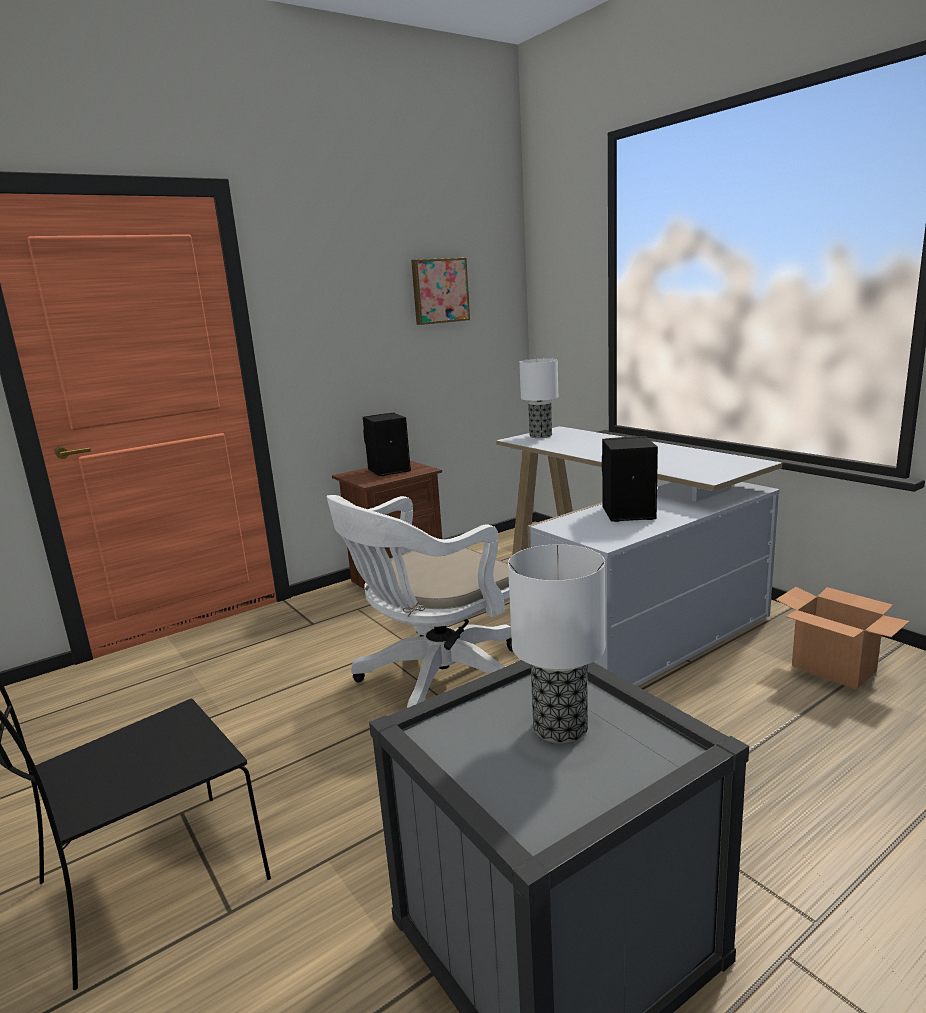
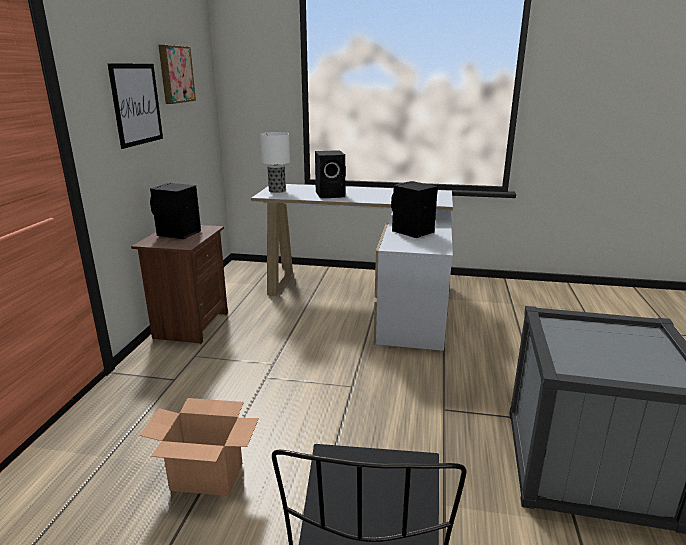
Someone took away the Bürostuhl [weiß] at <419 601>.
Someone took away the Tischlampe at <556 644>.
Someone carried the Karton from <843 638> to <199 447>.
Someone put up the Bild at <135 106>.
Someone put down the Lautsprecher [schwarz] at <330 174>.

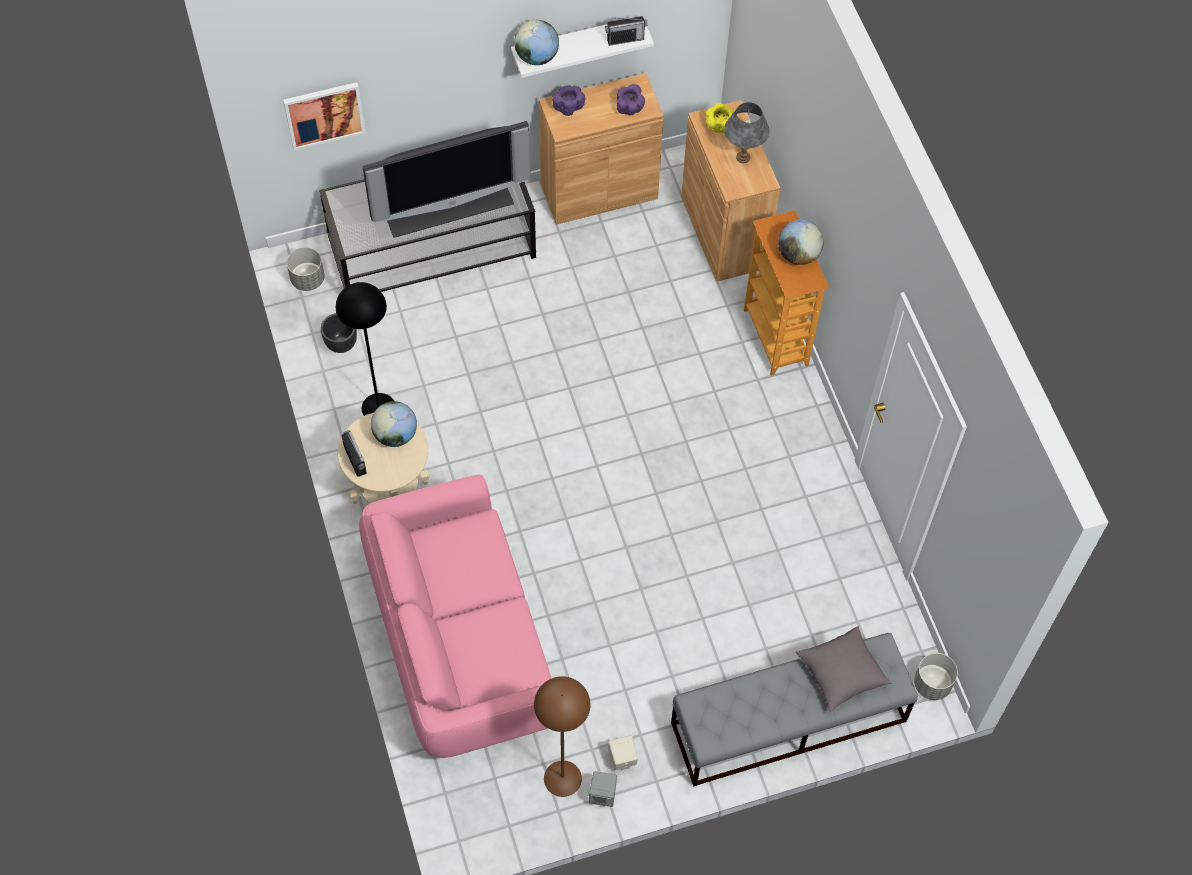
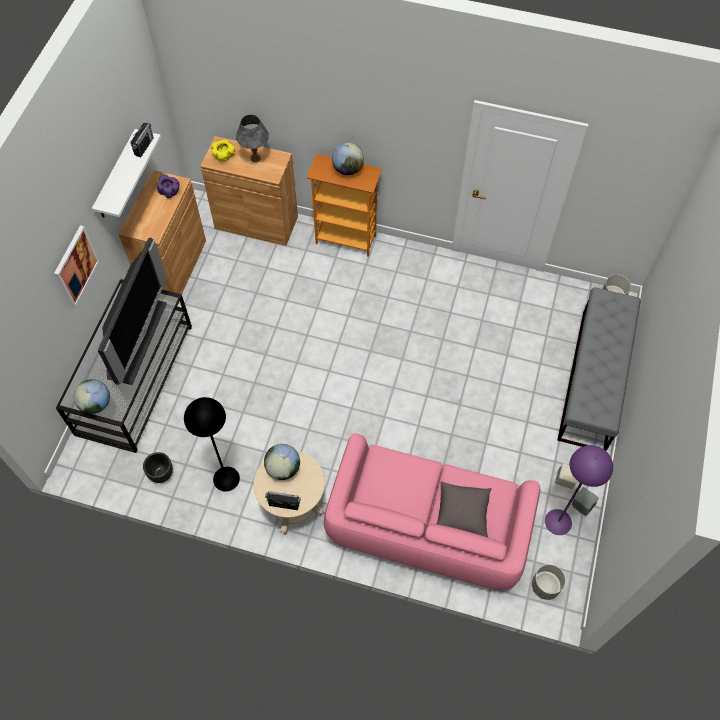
Someone carried the Globus from <536 42> to <92 396>.
Someone carried the Bild from <324 116> to <76 266>.
Someone took away the Schüssel [lila] at <568 100>.
Someone carried the Pflanzkübel [grau] from <305 269> to <549 582>.
Someone carried the Kissen [grau] from <843 669> to <464 509>.
Someone repainted the Stehlampe [braun] at <562 736>, which became the Stehlampe [lila] at <579 490>.

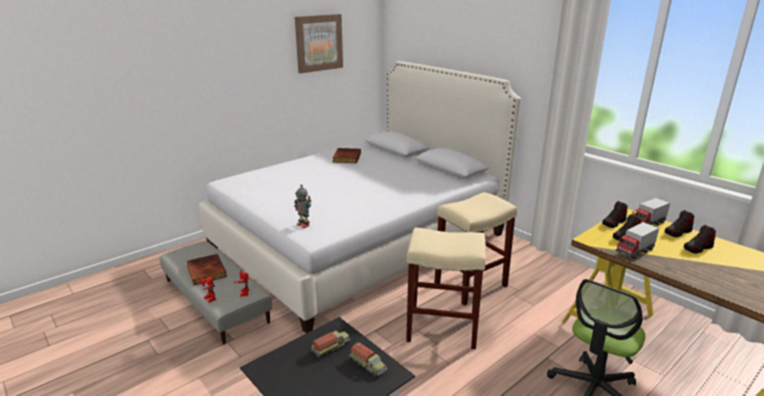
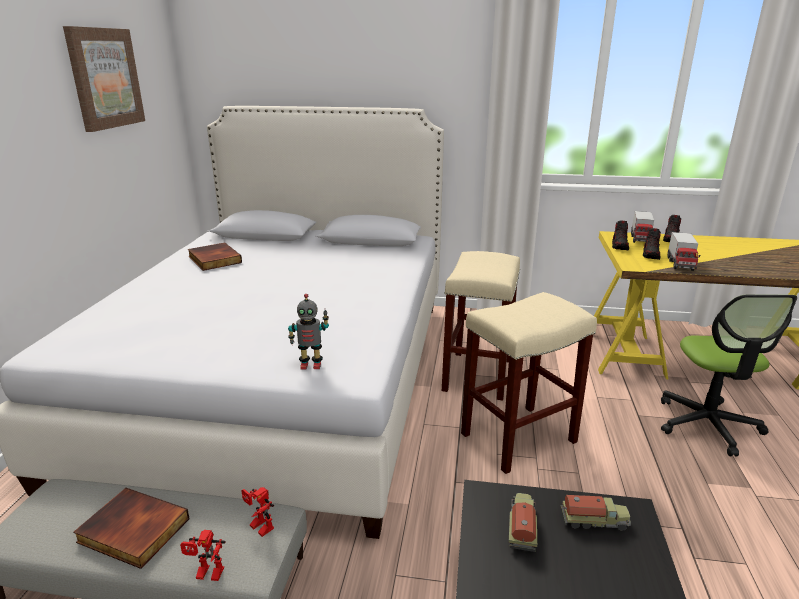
Someone took away the Schuh at <700 239>.

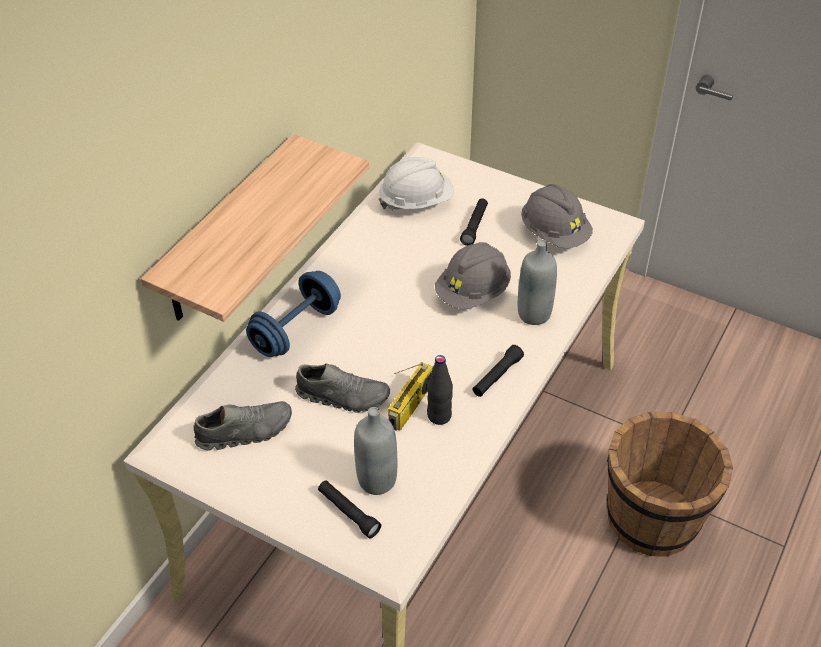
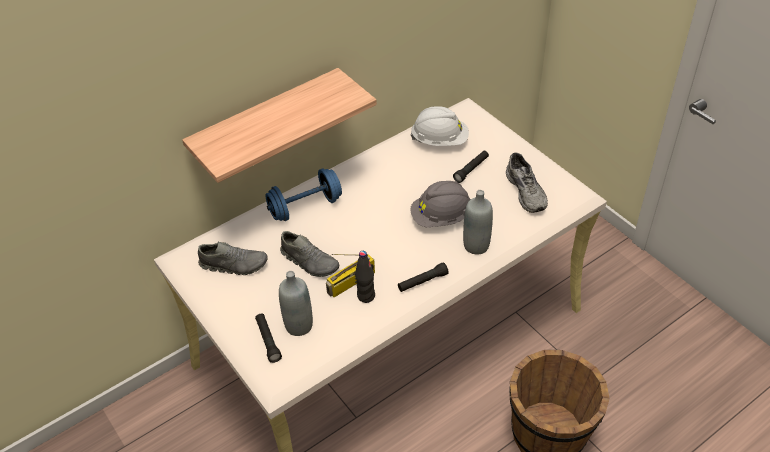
Someone swapped the Schutzhelm [grau] at <557 216> for the Schuh [grau] at <527 182>.

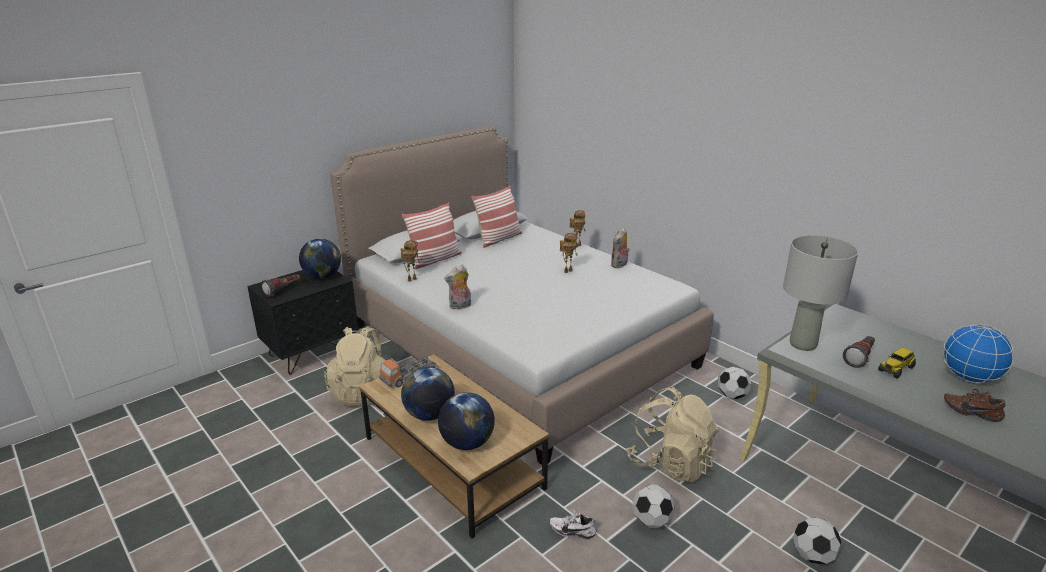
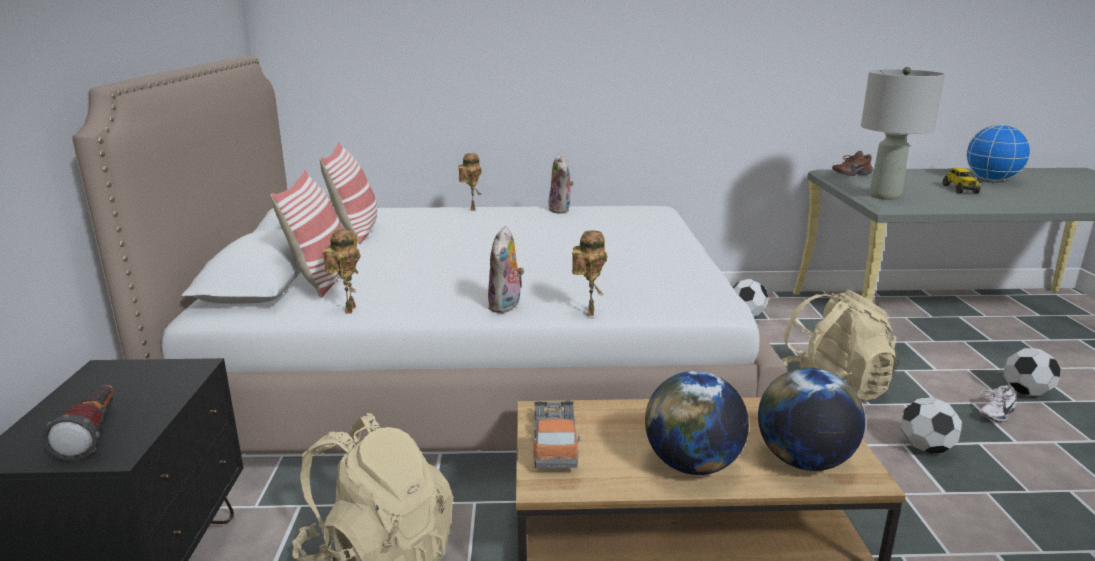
Someone carried the Spielzeugroboter from <569 253> to <589 273>.
Someone took away the Globus at <320 258>.
Someone took away the Taschenlampe at <859 352>.
Someone carried the Schuh [braun] from <975 405> to <852 163>.
Someone carried the Schuh [weiß] from <573 524> to <997 403>.

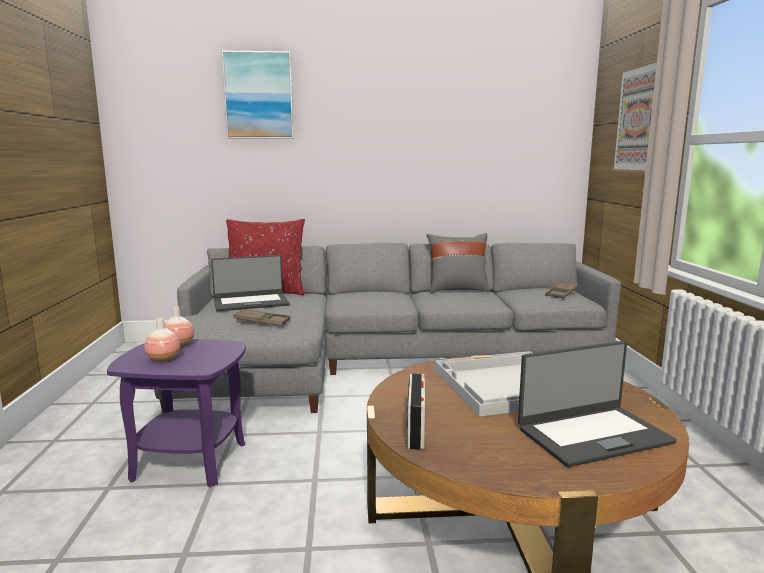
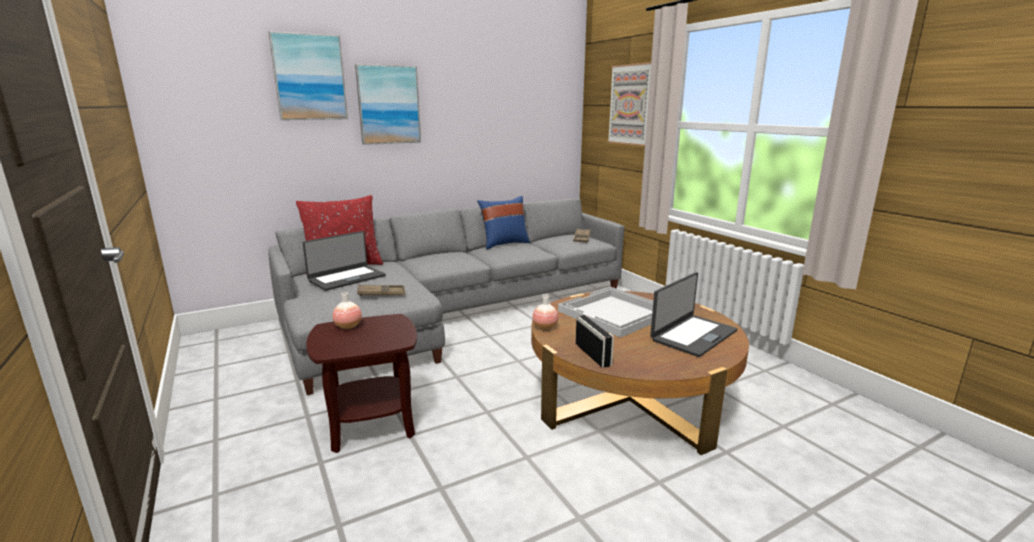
Someone repainted the Kissen [grau] at <457 263>, which became the Kissen [blau] at <503 222>.
Someone carried the Vase from <162 340> to <545 312>.
Someone repainted the Beistelltisch [lila] at <176 413>, which became the Beistelltisch [braun] at <361 383>.
Someone put up the Bild at <388 104>.

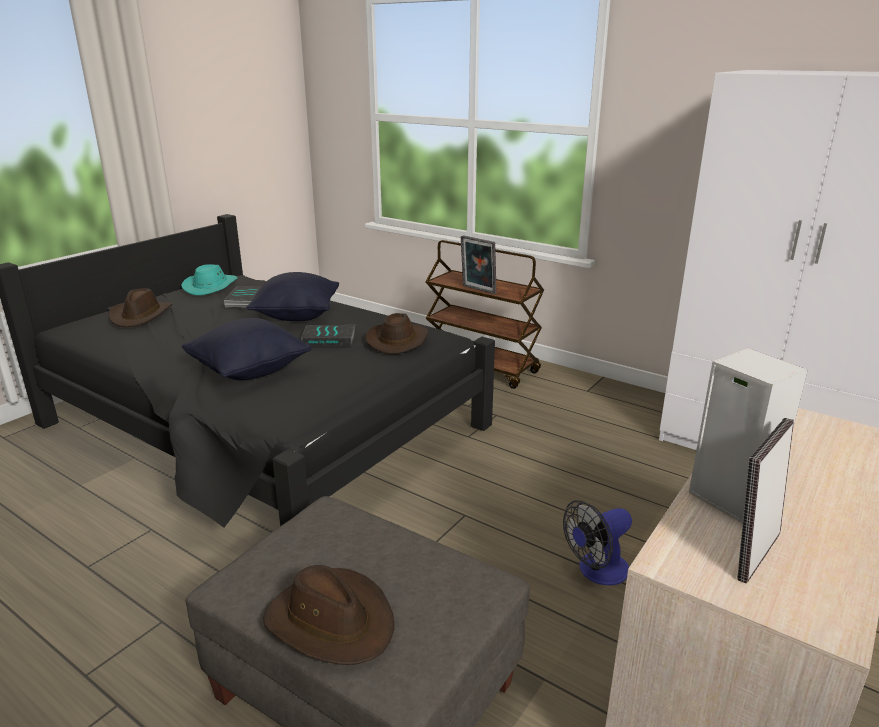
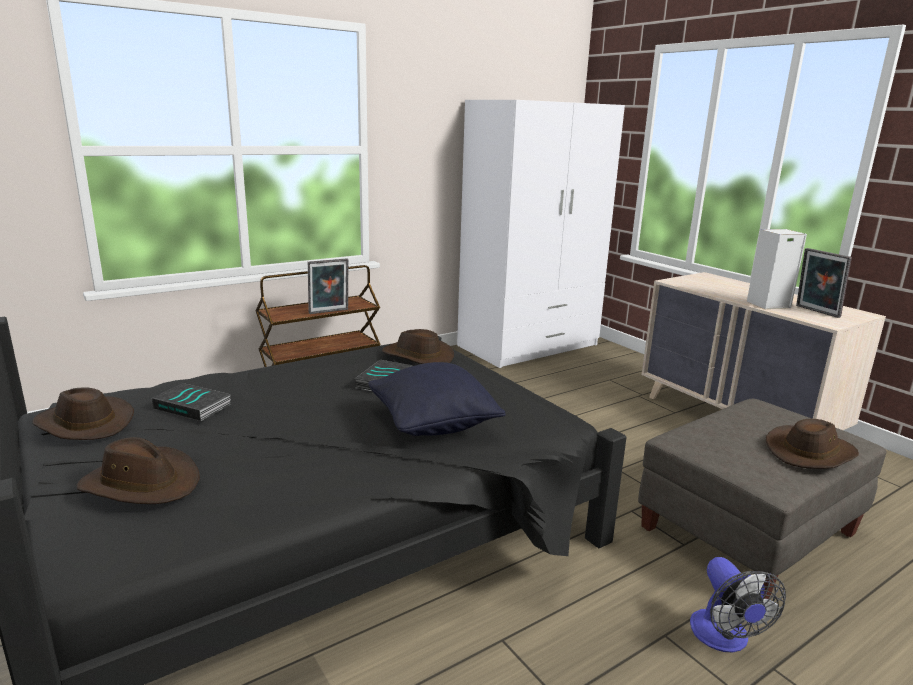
Someone repainted the Hut [türkis] at <209 280>, which became the Hut [braun] at <83 413>.
Someone took away the Kissen [schwarz] at <293 296>.
Someone carried the Ventilator from <597 543> to <738 605>.

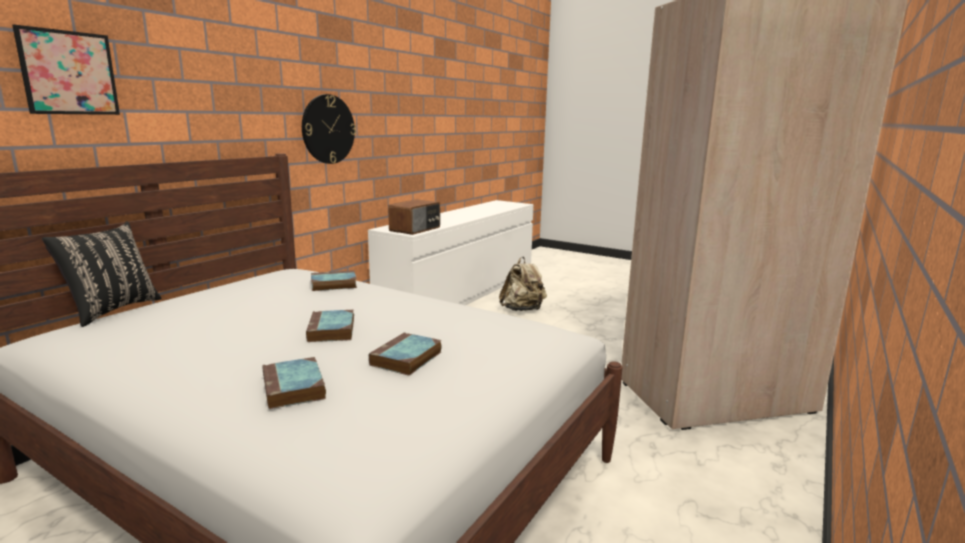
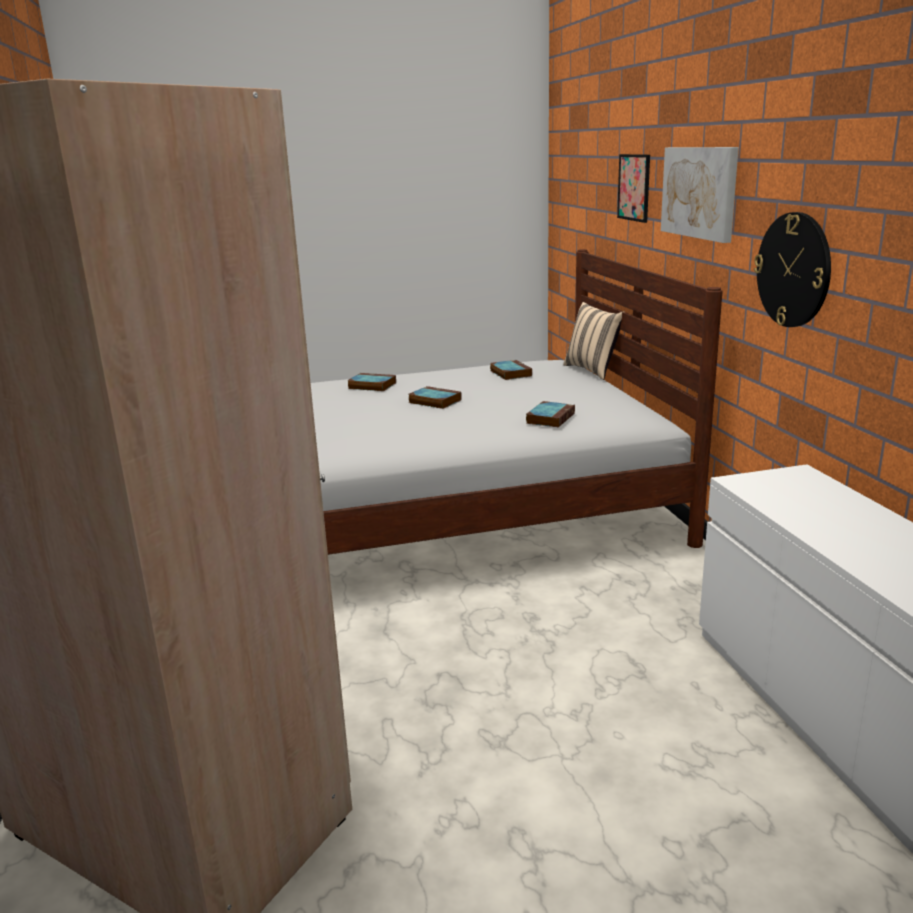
Someone took away the Radio at <414 217>.
Someone repainted the Kissen [schwarz] at <102 274>, which became the Kissen [beige] at <593 341>.
Someone took away the Rucksack [beige] at <523 284>.
Someone carried the Buch from <405 354> to <511 370>.
Someone put up the Bild at <700 195>.

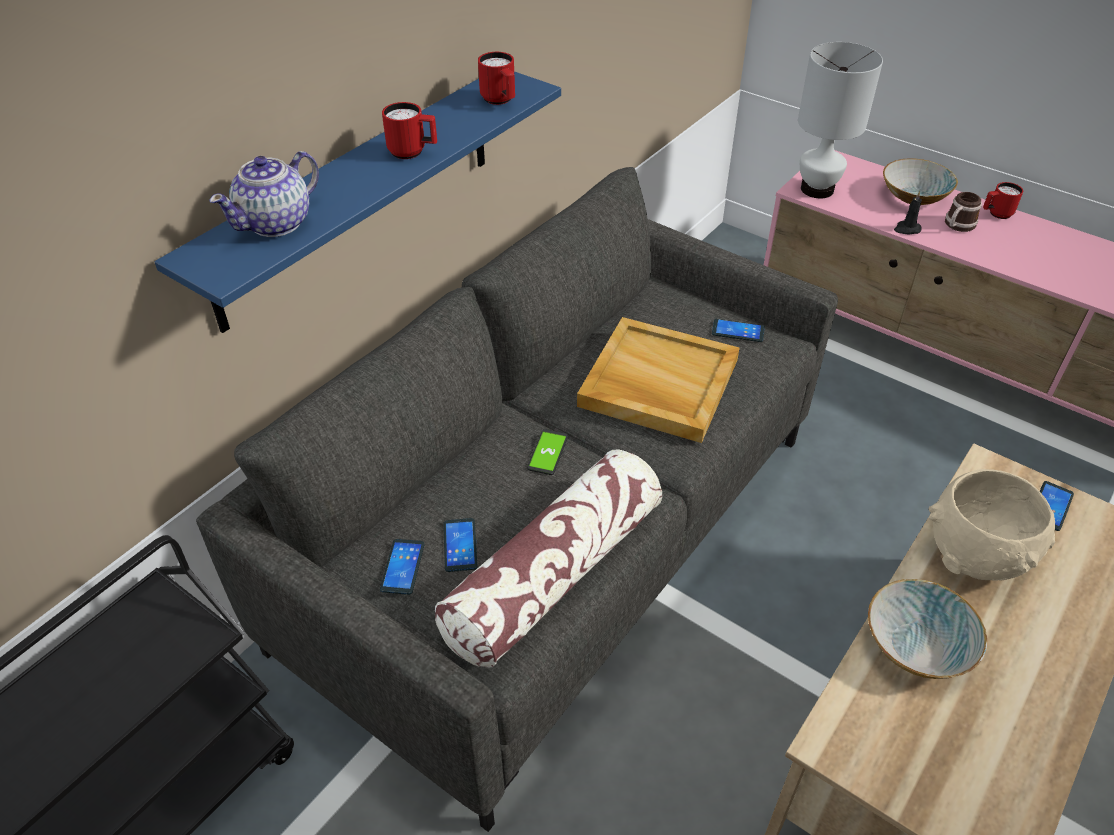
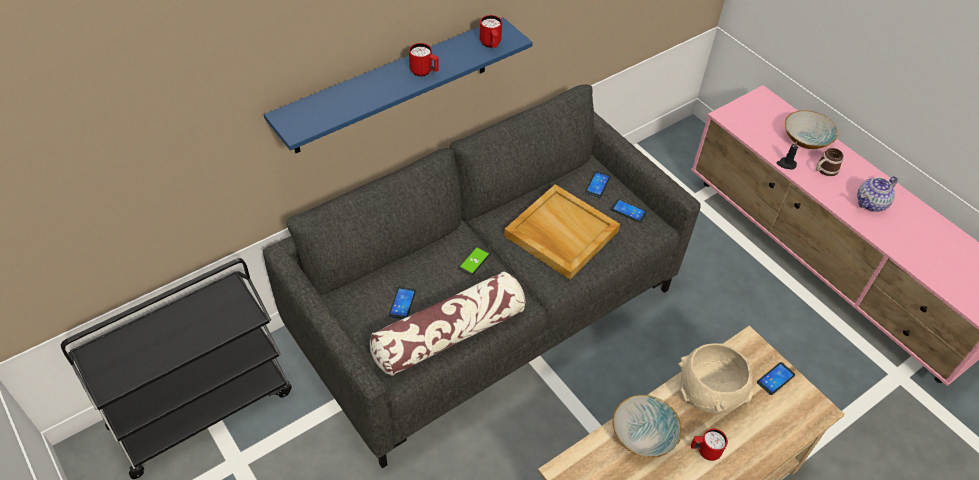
Someone took away the Tischlampe [weiß] at <840 120>.
Someone carried the Teekanne from <264 194> to <877 194>.
Someone carried the Henkelbecher [rot] from <1003 200> to <709 445>.
Someone carried the Handy from <402 567> to <598 184>.

